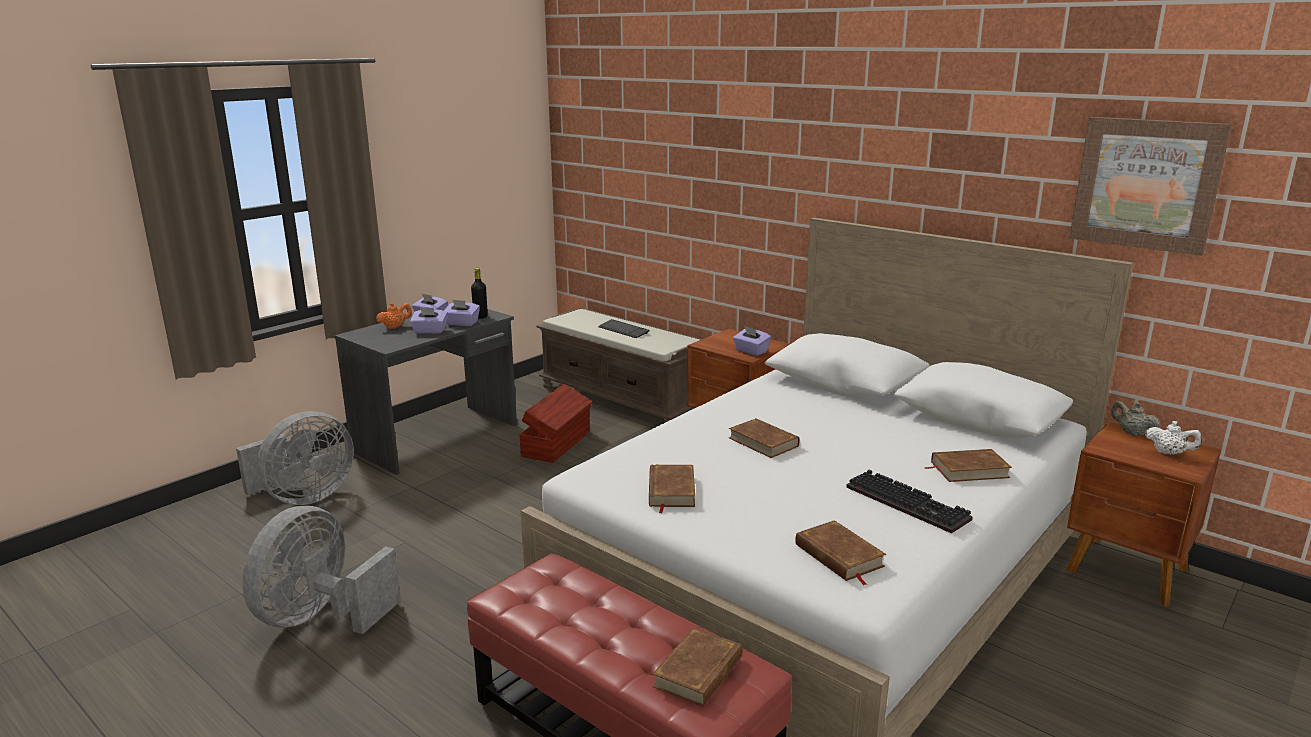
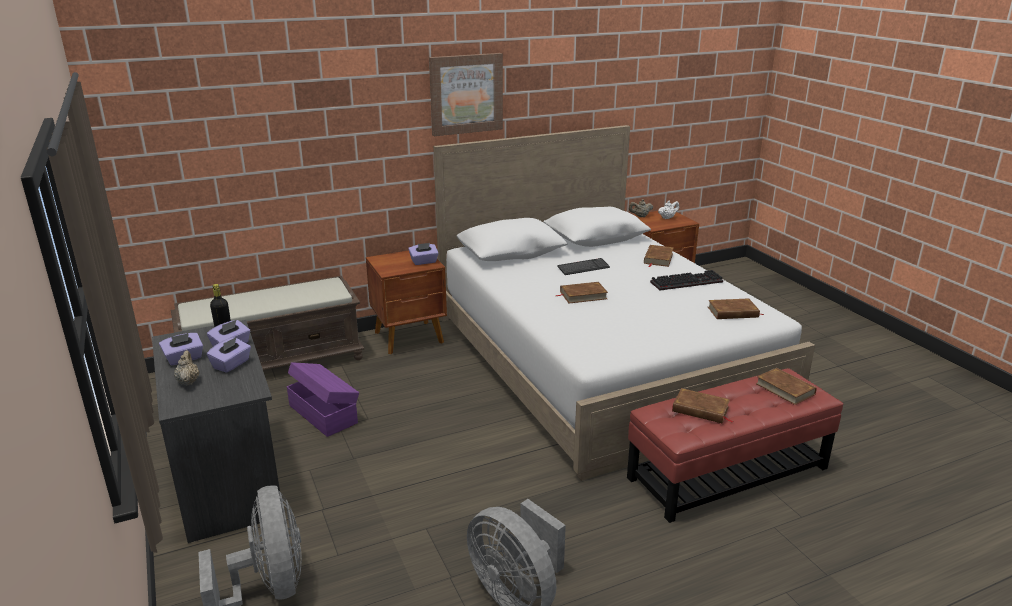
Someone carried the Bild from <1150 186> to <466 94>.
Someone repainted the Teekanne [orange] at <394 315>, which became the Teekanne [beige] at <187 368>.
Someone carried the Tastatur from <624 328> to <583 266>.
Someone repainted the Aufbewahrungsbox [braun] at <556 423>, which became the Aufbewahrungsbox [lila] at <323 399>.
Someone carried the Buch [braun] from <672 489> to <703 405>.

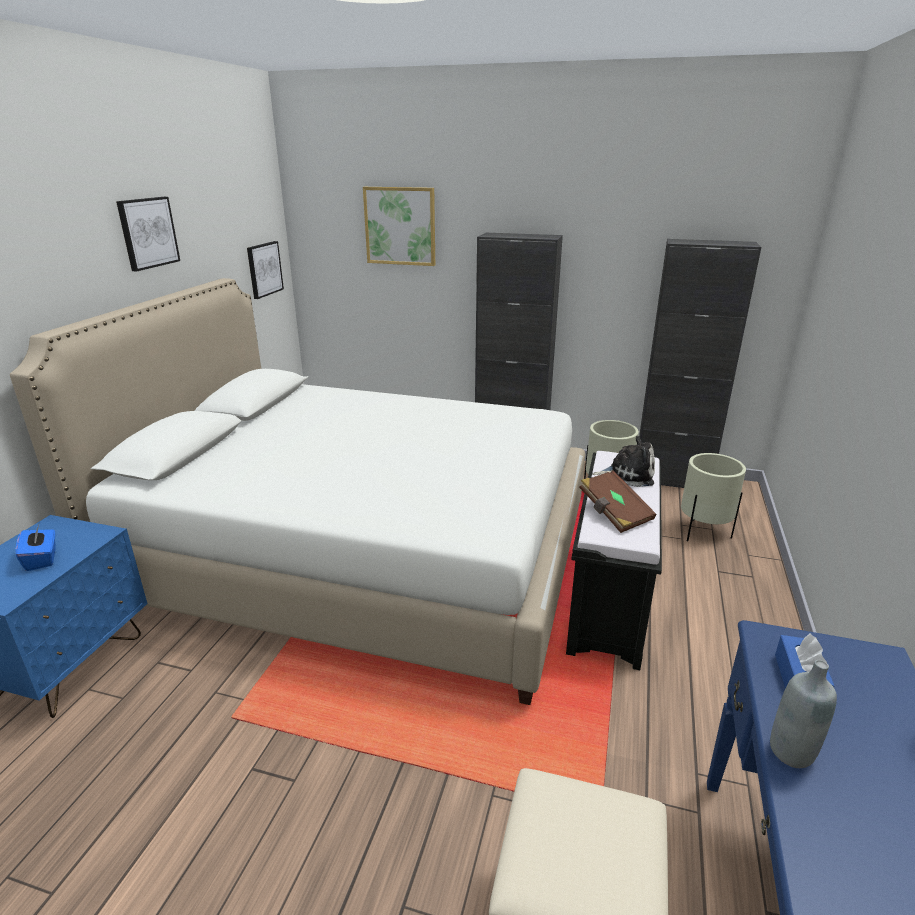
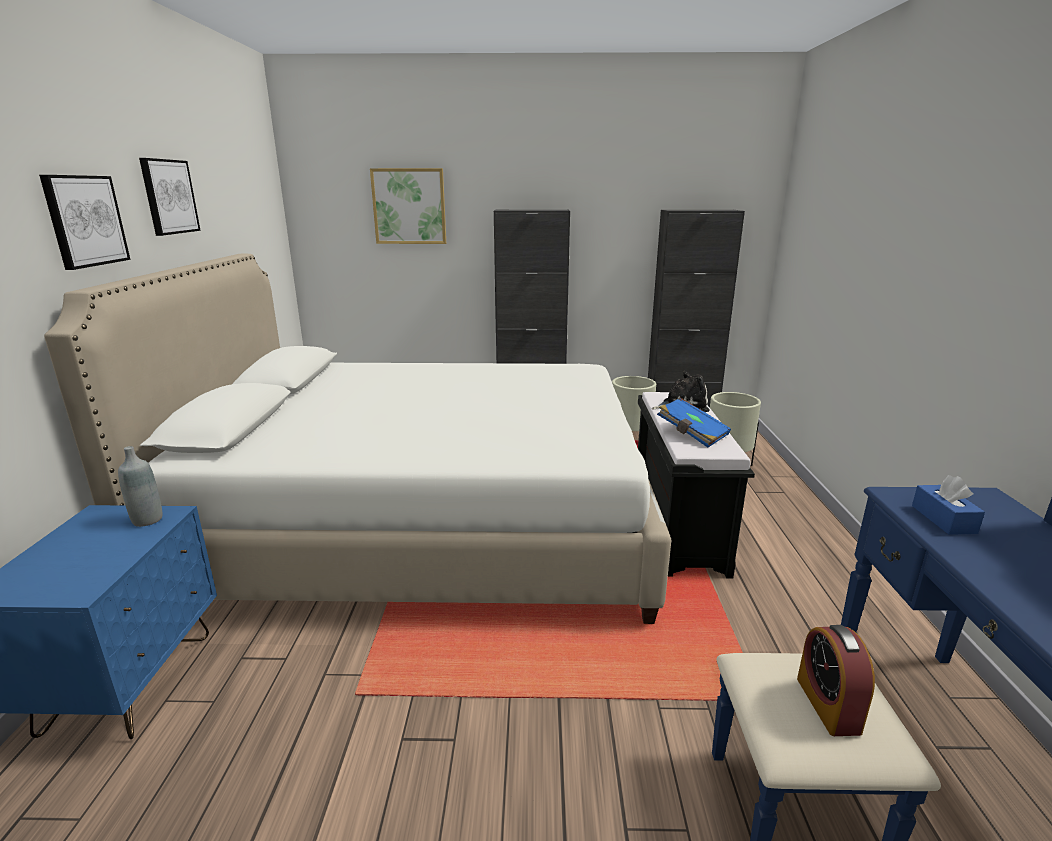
Someone carried the Bild from <265 270> to <85 222>.
Someone repainted the Buch [braun] at <617 502>, which became the Buch [blau] at <694 423>.
Someone took away the Taschentuchbox [blau] at <36 548>.
Someone carried the Flasche [grau] from <803 714> to <140 486>.
Someone put down the Wecker at <836 680>.

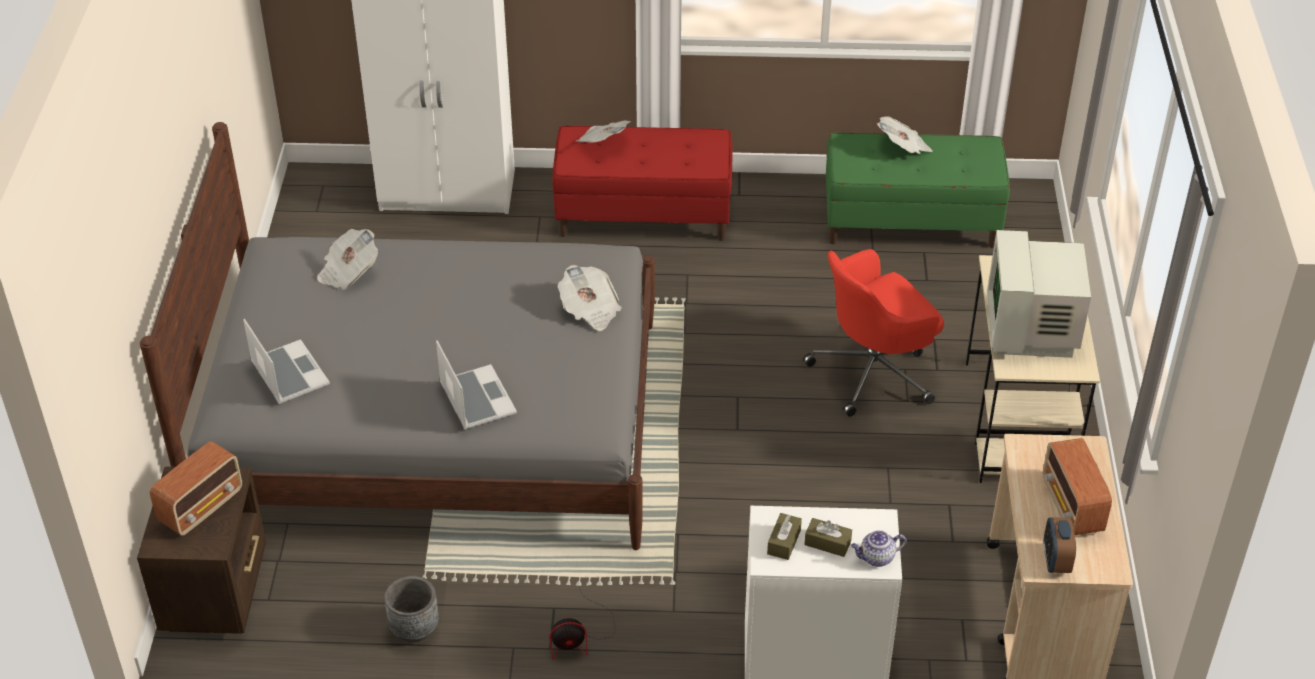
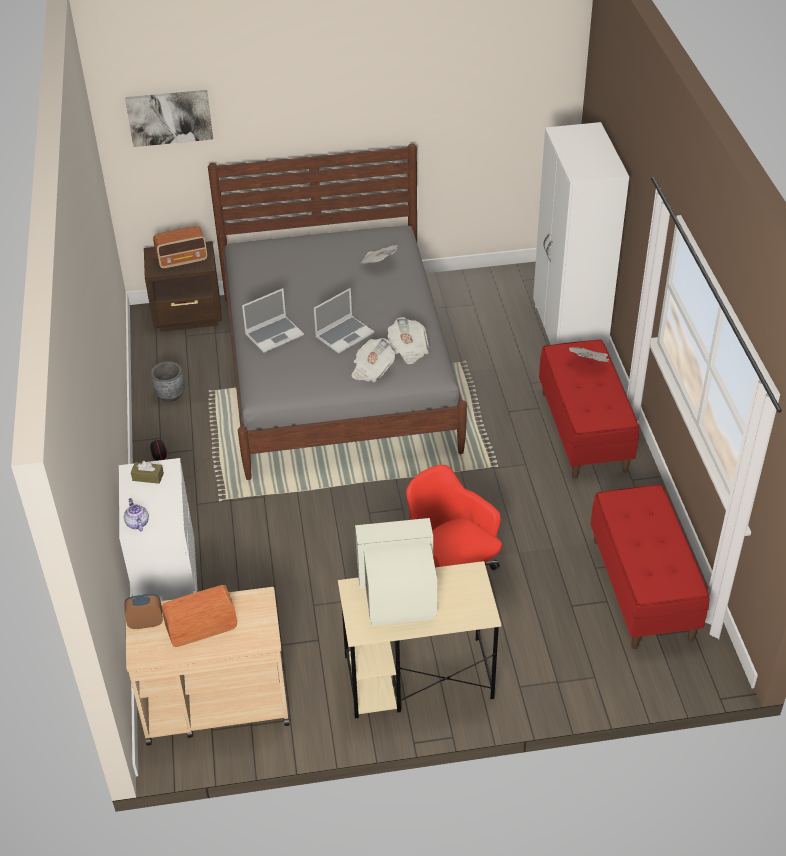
Someone carried the Zeitung from <905 135> to <408 340>.
Someone repainted the Bank [grün] at <918 190>, which became the Bank [rot] at <649 567>.
Someone carried the Laptop from <286 361> to <344 321>.
Someone rotated the Radio at <196 488> by 45 degrees counterclockwise.
Someone took away the Taschentuchbox [braun] at <828 537>.
Someone put up the Bild at <169 118>.

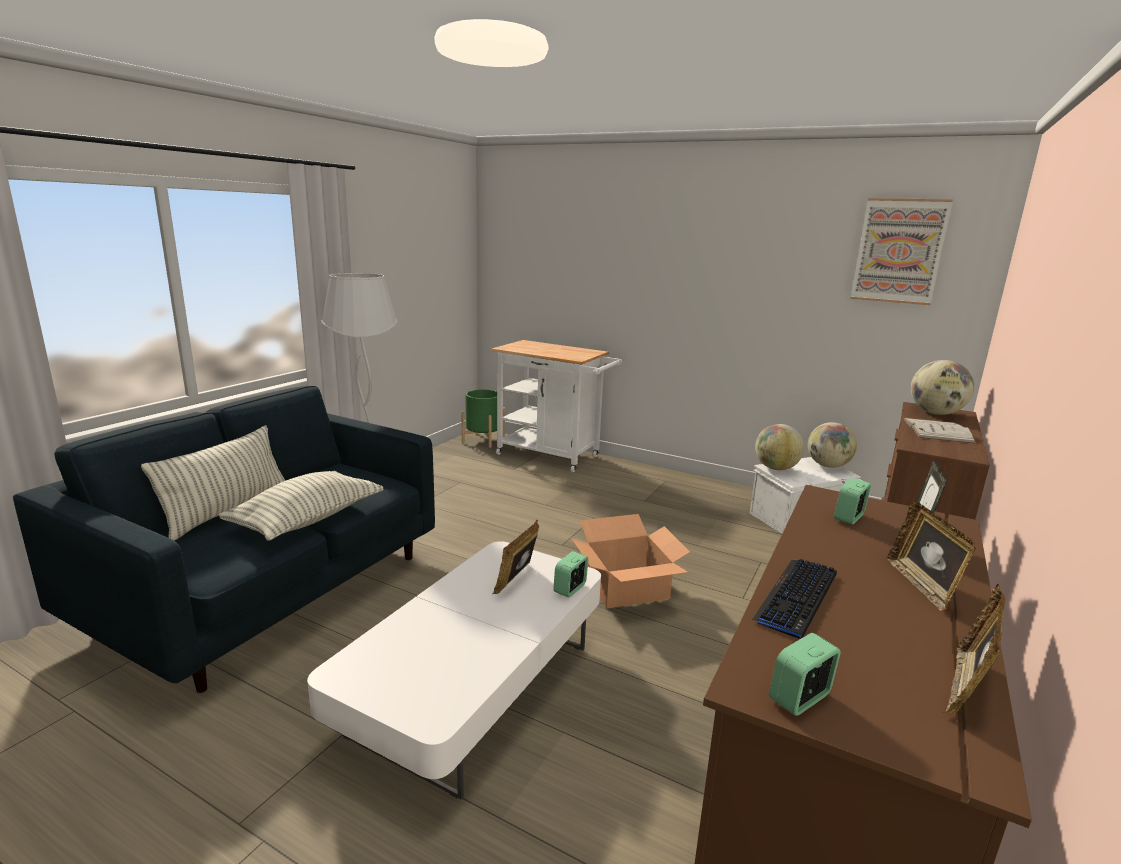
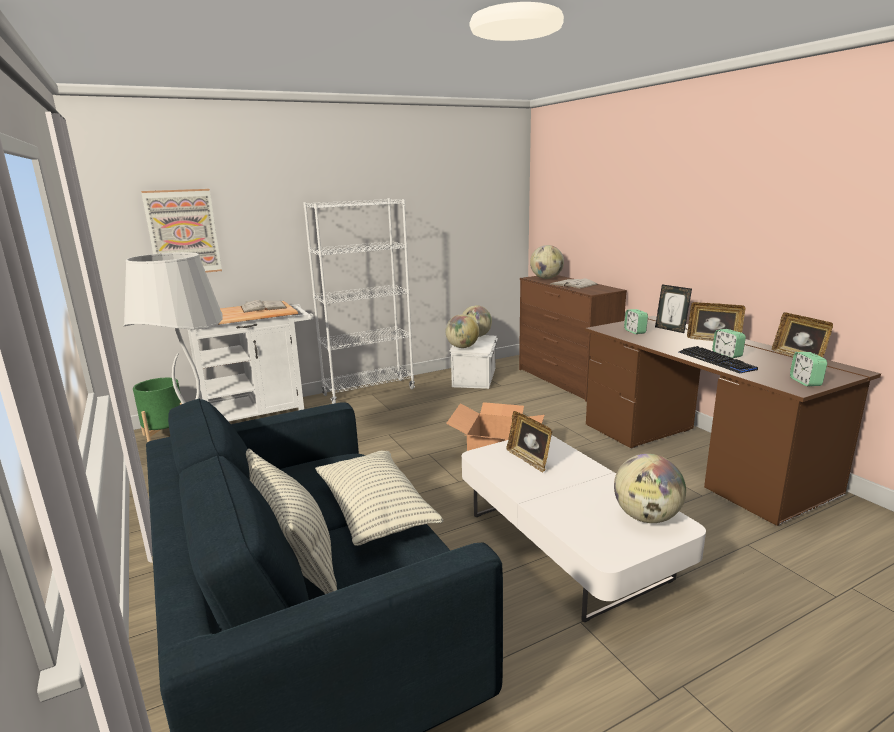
Someone carried the Bild from <902 251> to <181 231>.
Someone carried the Wecker from <570 574> to <729 343>.
Someone put down the Bücherregal [weiß] at <359 301>.
Someone put down the Buch [weiß] at <264 306>.
Someone put down the Globus at <650 488>.

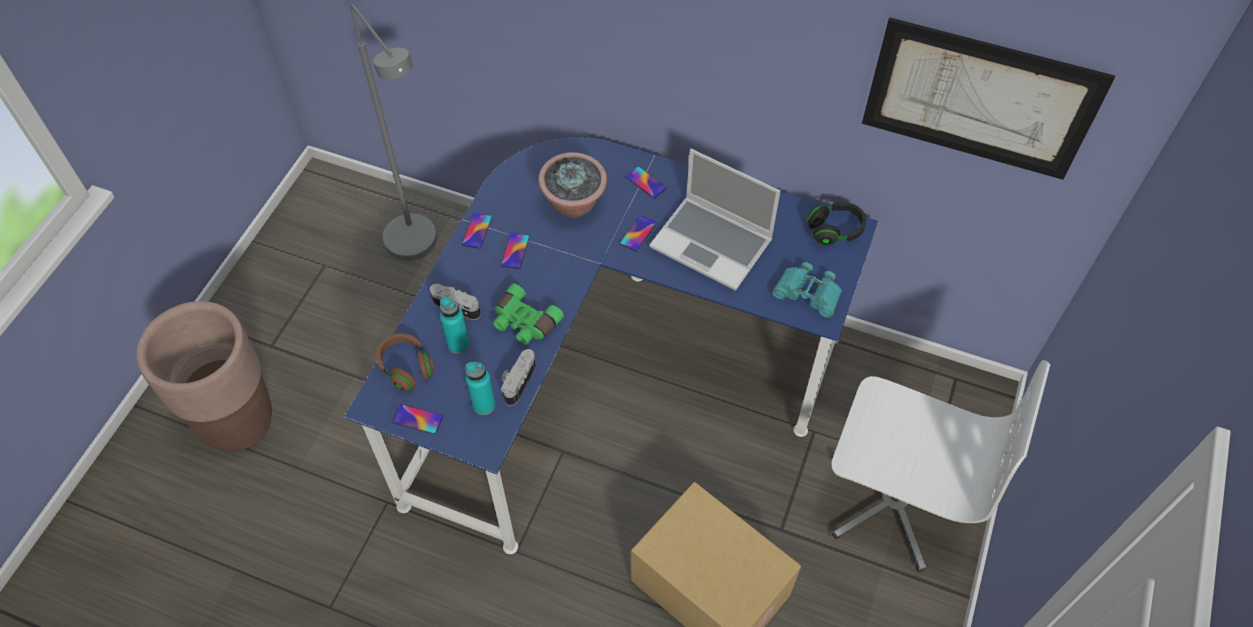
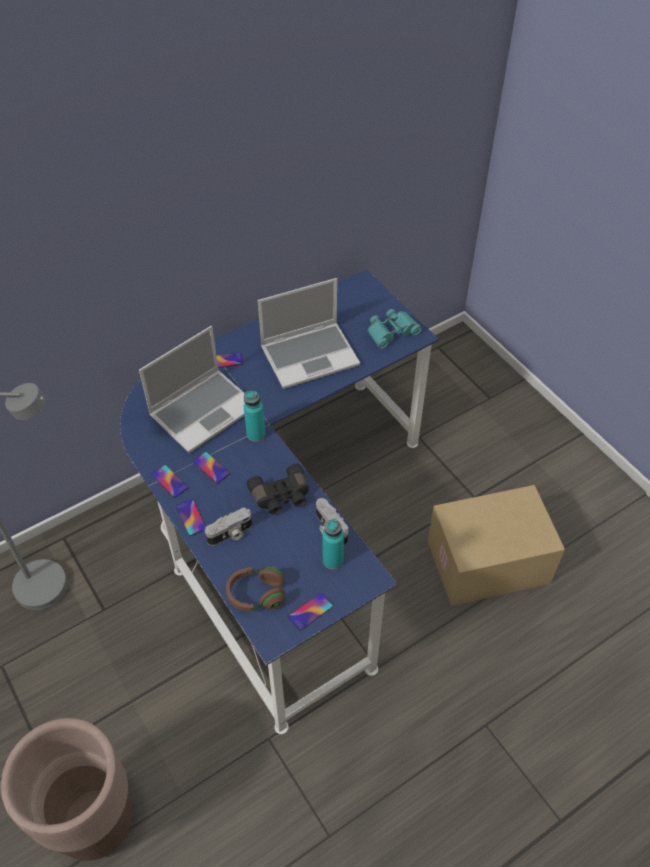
Someone took away the Bild at <988 98>.
Someone swapped the Topfpflanze at <572 185> for the Laptop at <192 389>.
Someone took away the Kopfhörer [schwarz] at <836 224>.
Someone carried the Handy from <638 233> to <191 517>.
Someone repainted the Fernglas [grün] at <528 314>, which became the Fernglas [schwarz] at <277 489>.
Someone carried the Flasche [türkis] from <455 325> to <254 416>.
Someone took away the Bürostuhl [weiß] at <940 466>.

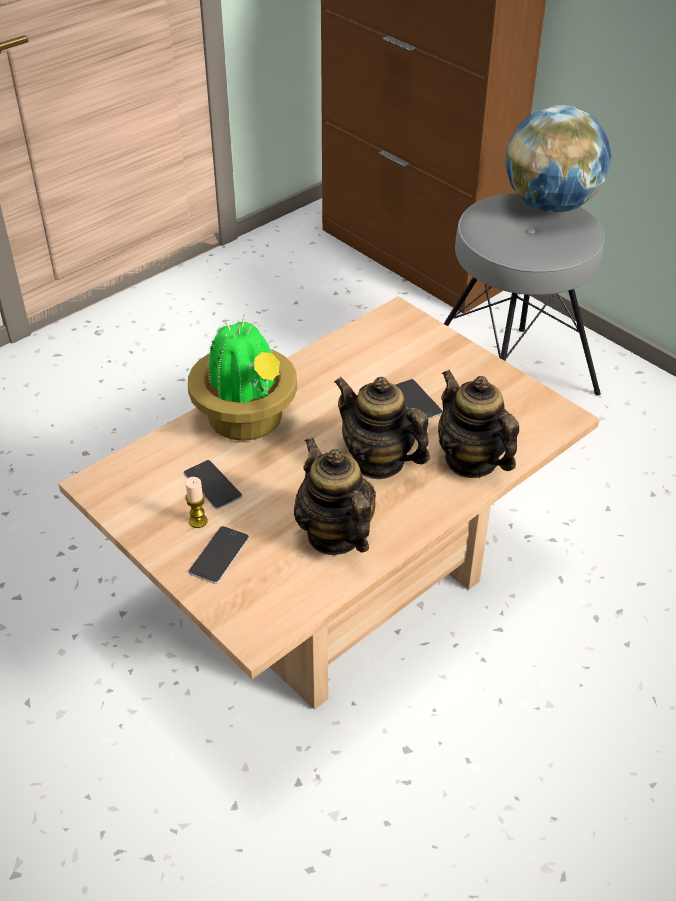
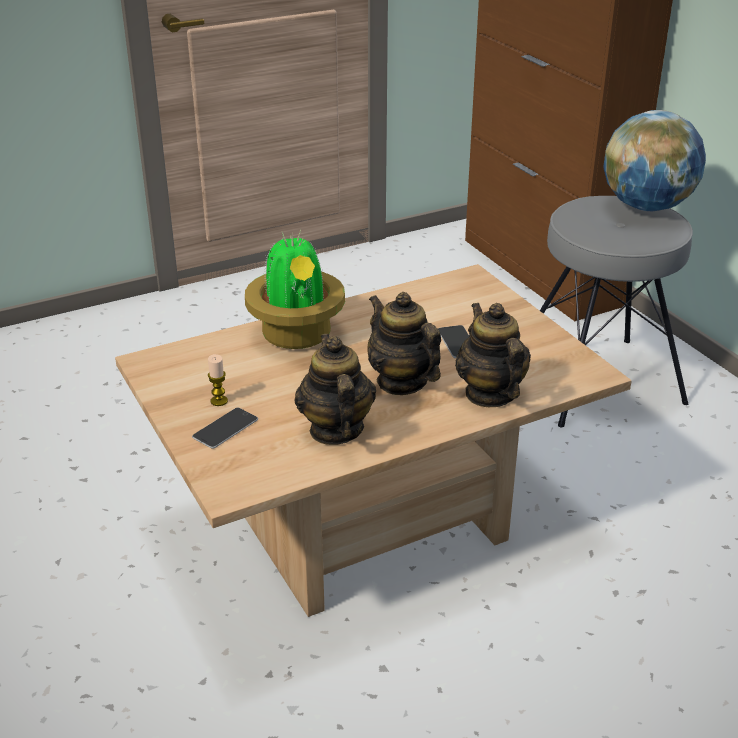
Someone took away the Handy at <213 485>.

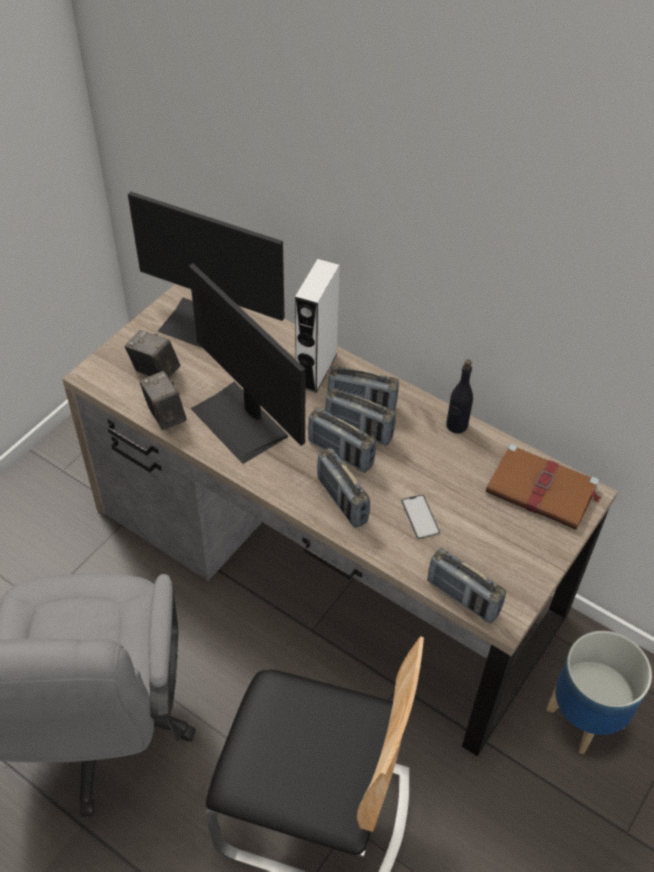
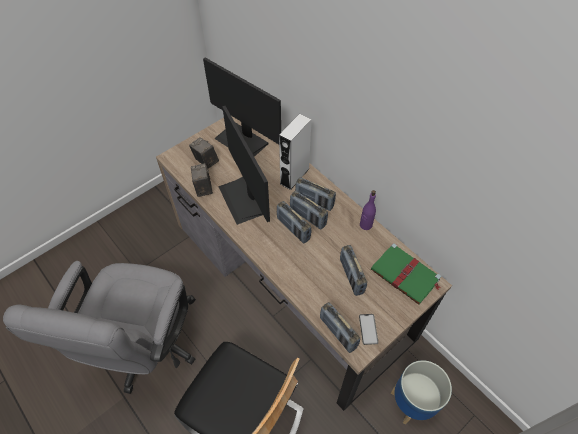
Someone repainted the Flasche [schwarz] at <459 396>, which became the Flasche [lila] at <368 210>.
Someone repainted the Buch [braun] at <544 487>, which became the Buch [grün] at <406 274>.
Someone carried the Radio from <343 488> to <353 270>.
Someone carried the Handy from <420 517> to <369 329>.

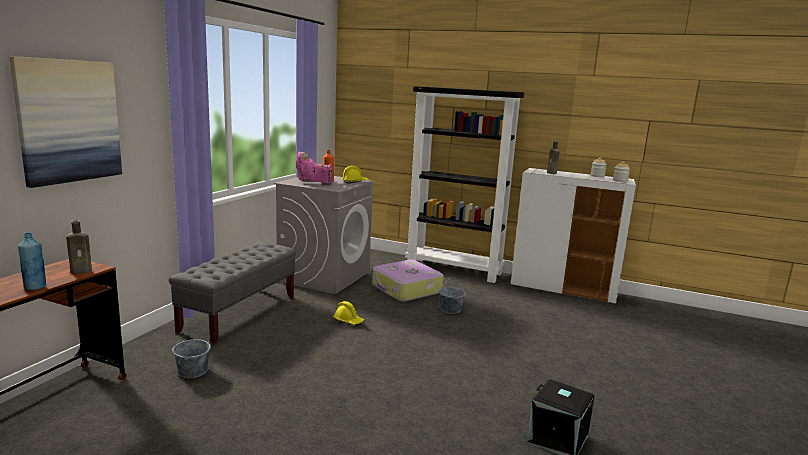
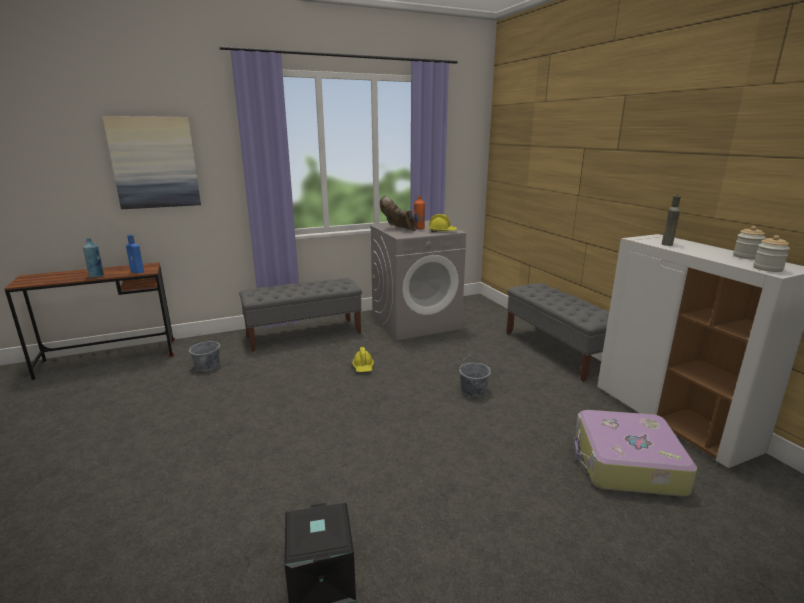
Someone swapped the Bücherregal [schwarz] at <464 184> for the Bank [grau] at <557 332>.
Someone repainted the Stiefel [rosa] at <314 168>, which became the Stiefel [braun] at <398 213>.
Someone repainted the Flasche [braun] at <79 247>, which became the Flasche [blau] at <135 254>.
Someone carried the Koffer from <408 281> to <635 453>.

